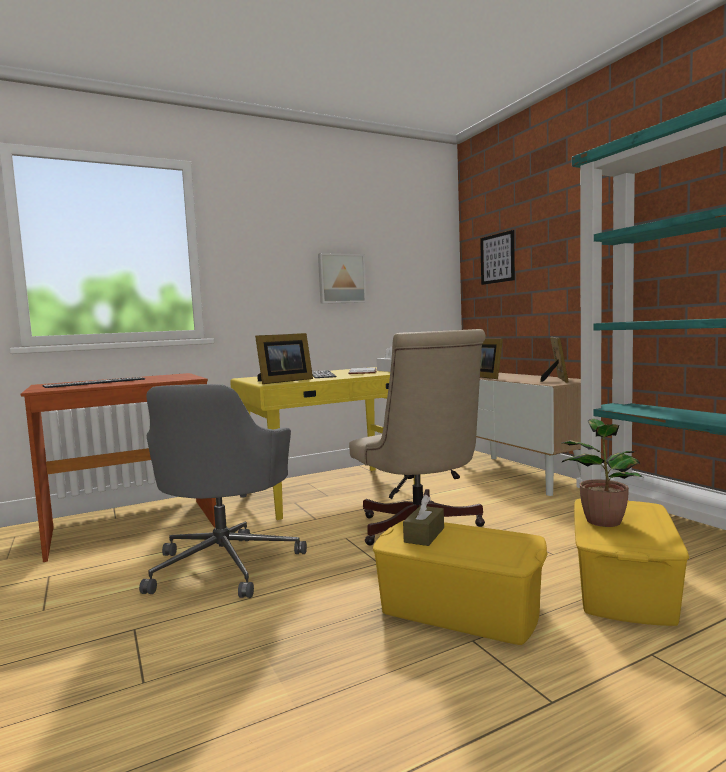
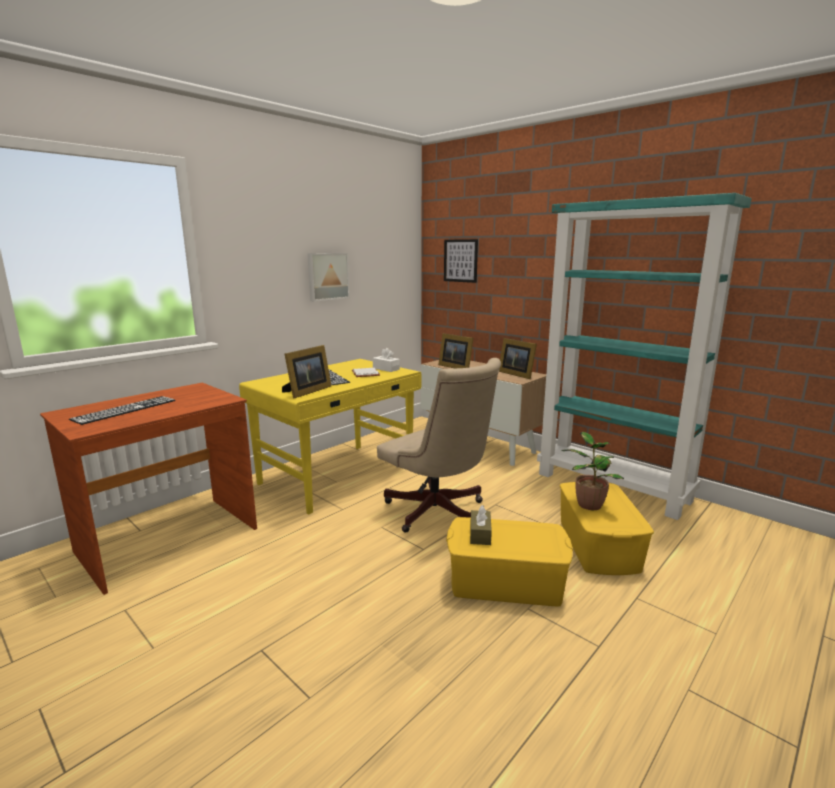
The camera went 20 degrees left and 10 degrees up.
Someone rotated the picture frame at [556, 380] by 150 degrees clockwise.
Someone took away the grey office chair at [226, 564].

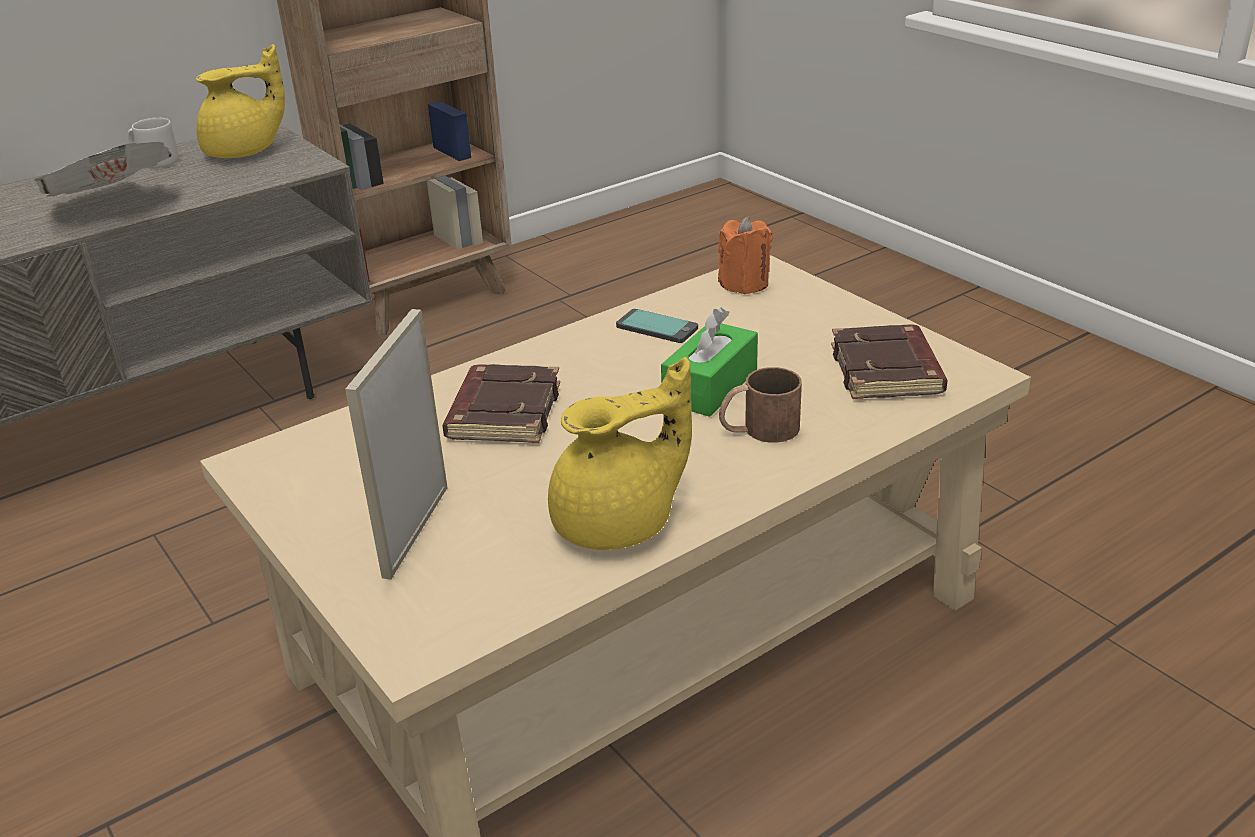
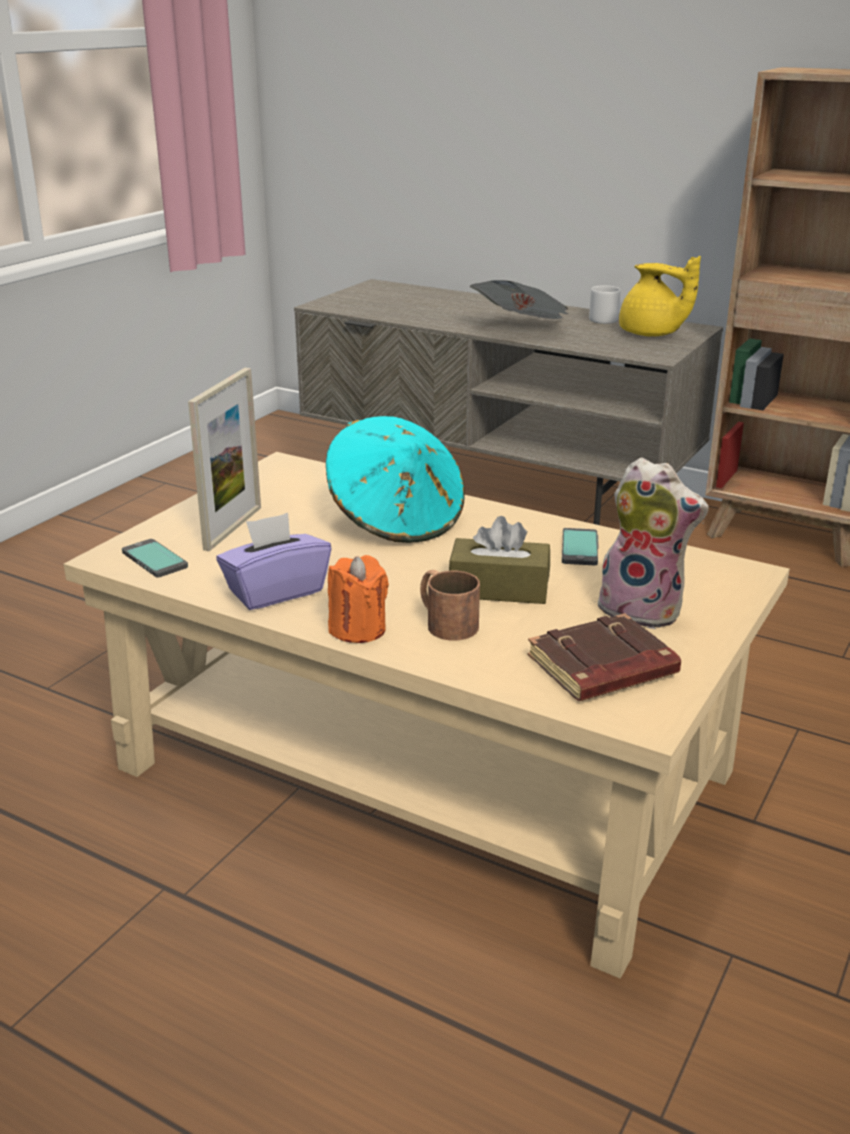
The camera went 65 degrees right and 5 degrees down.
Someone carried the orange candle from [744, 283] to [358, 629].
Someone repainted the green tissue box at [710, 386], which became the brown tissue box at [499, 589].
Someone rotated the picture frame at [416, 530] by 120 degrees clockwise.
Someone swapped the yellow teapot at [619, 524] for the purple tissue box at [275, 591].
Someone swapped the brown book at [503, 412] for the turquoise hat at [396, 520].
Someone put down the plush toy at [643, 610].
Someone put down the phone at [154, 560].

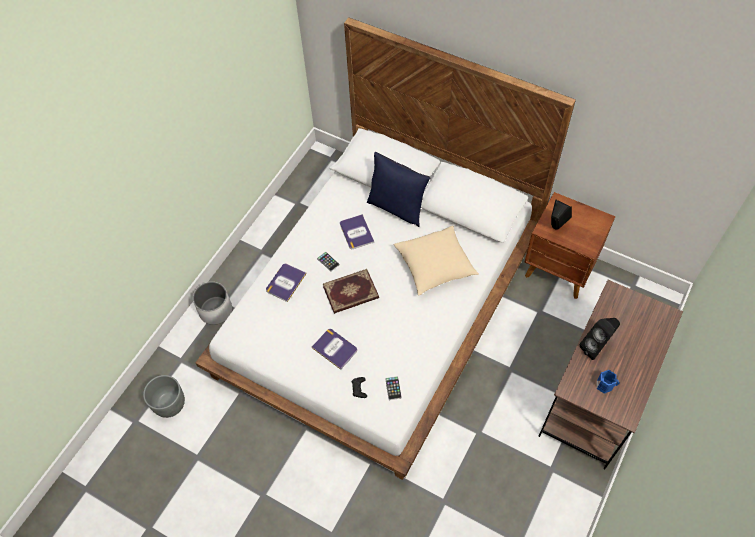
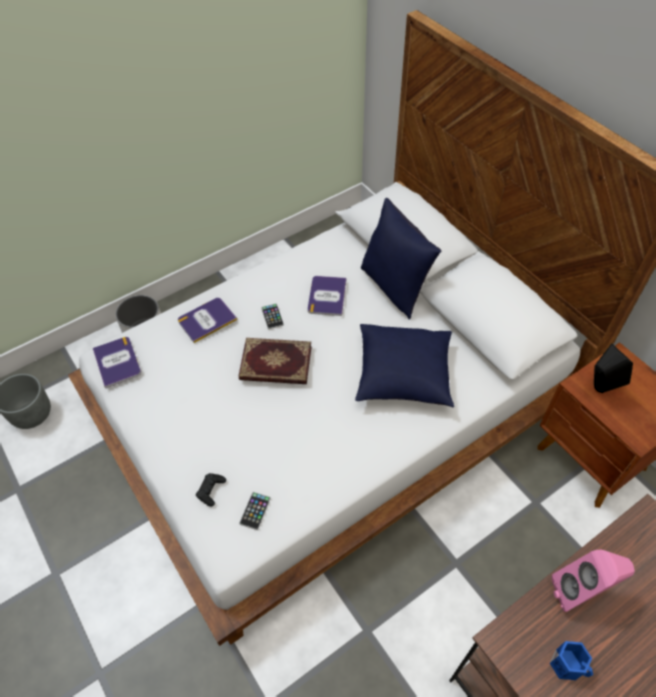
The camera went 25 degrees right and 5 degrees down.
Someone repainted the beige pillow at [435, 267], which became the blue pillow at [403, 376].
Someone repainted the black speaker at [596, 347], which became the pink speaker at [580, 592].
Someone carried the book from [335, 348] to [117, 362].

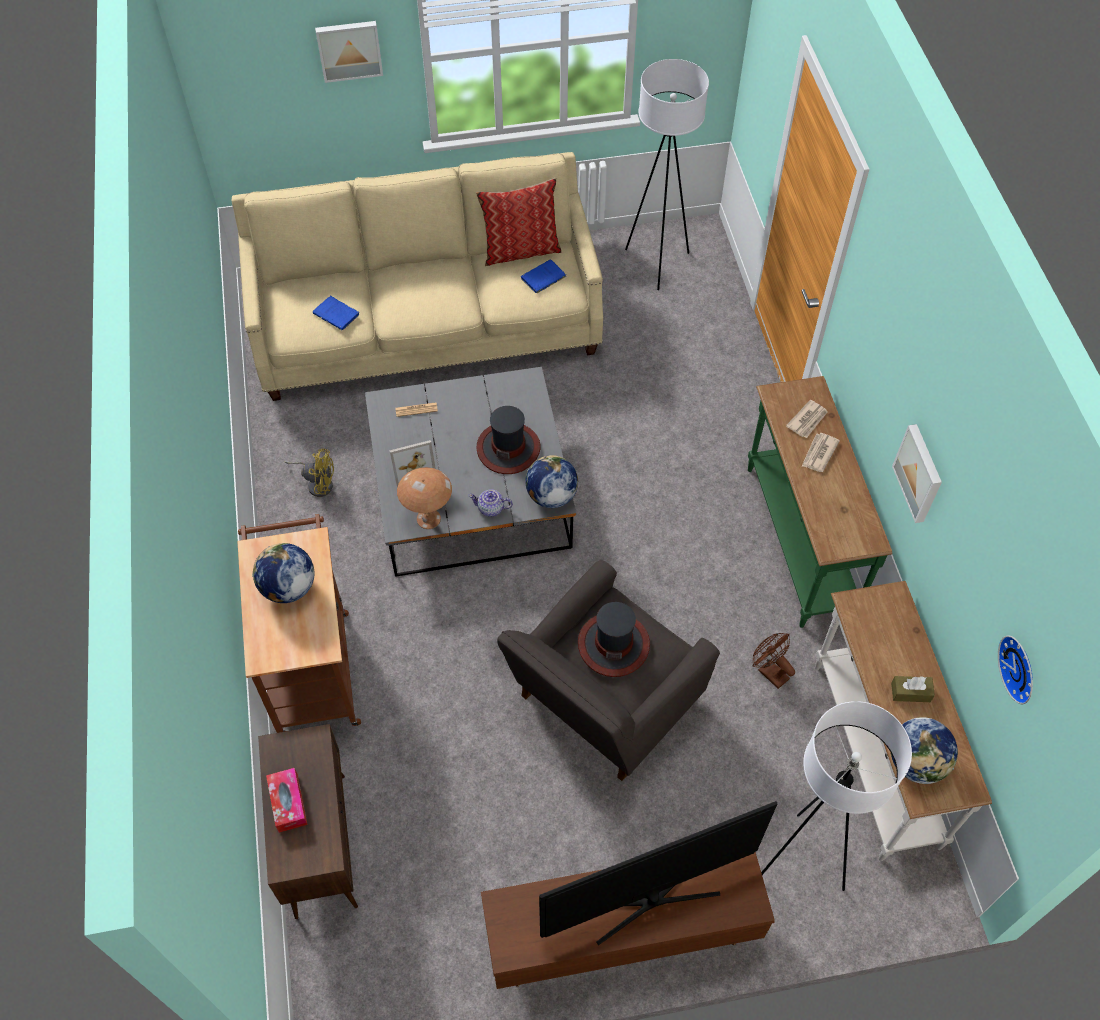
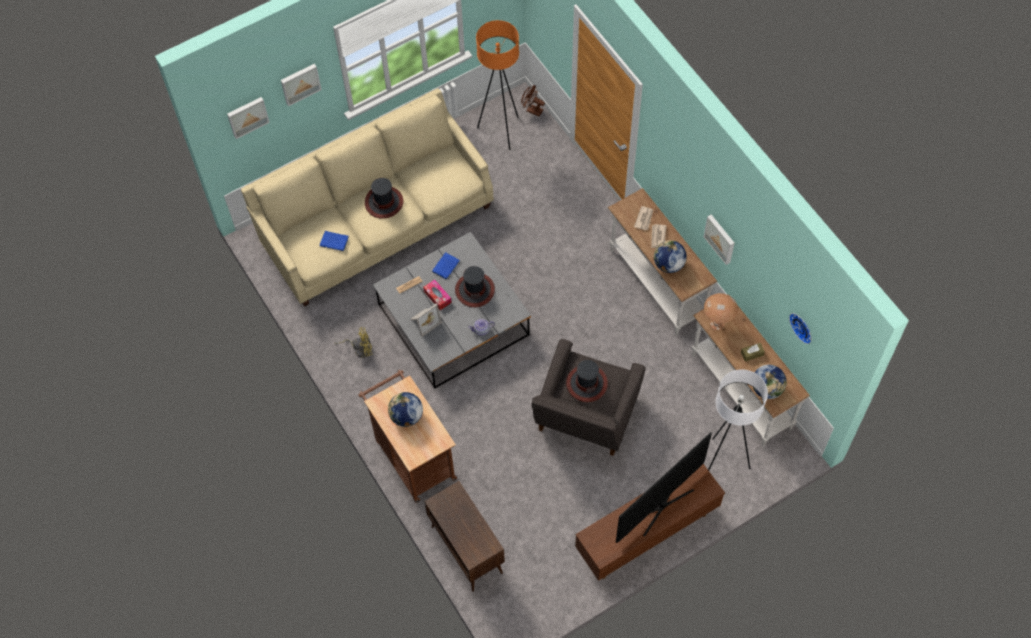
The camera went 20 degrees left and 5 degrees up.
Someone repainted the white floor lamp at [656, 263], which became the orange floor lamp at [501, 131].
Someone took away the pillow at [520, 250].
Someone carried the blue book from [542, 278] to [445, 267].
Someone repainted the green console table at [797, 541], which became the white console table at [655, 285].
Someone carried the globe from [551, 496] to [668, 264].
Someone carried the brown table lamp from [428, 519] to [717, 324].
Someone carried the brown fan from [769, 671] to [532, 110].
Someone carried the tissue box from [288, 803] to [437, 297].
Someone put up the picture at [247, 116].
Someone put down the hat at [384, 202].

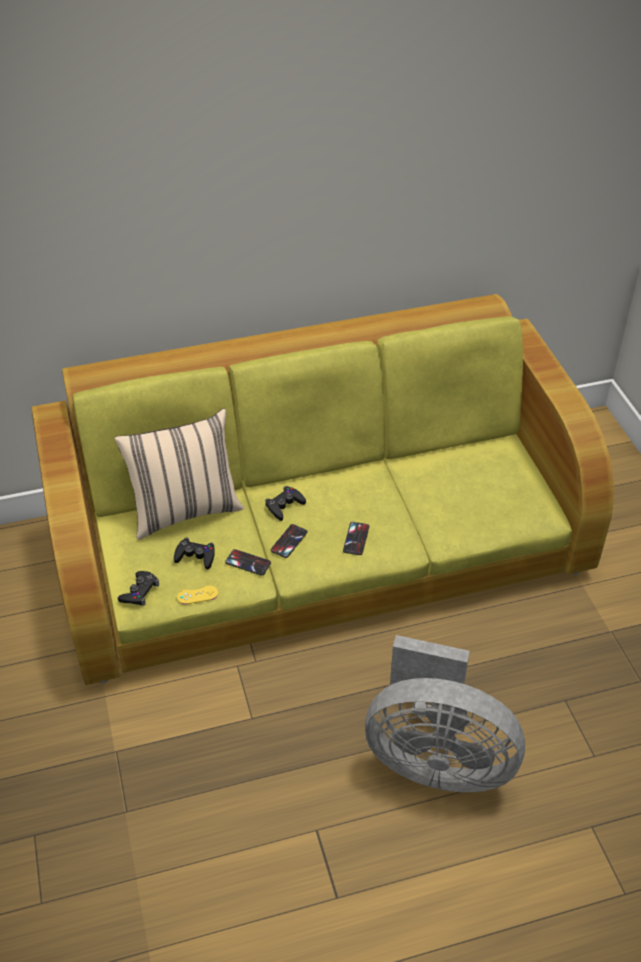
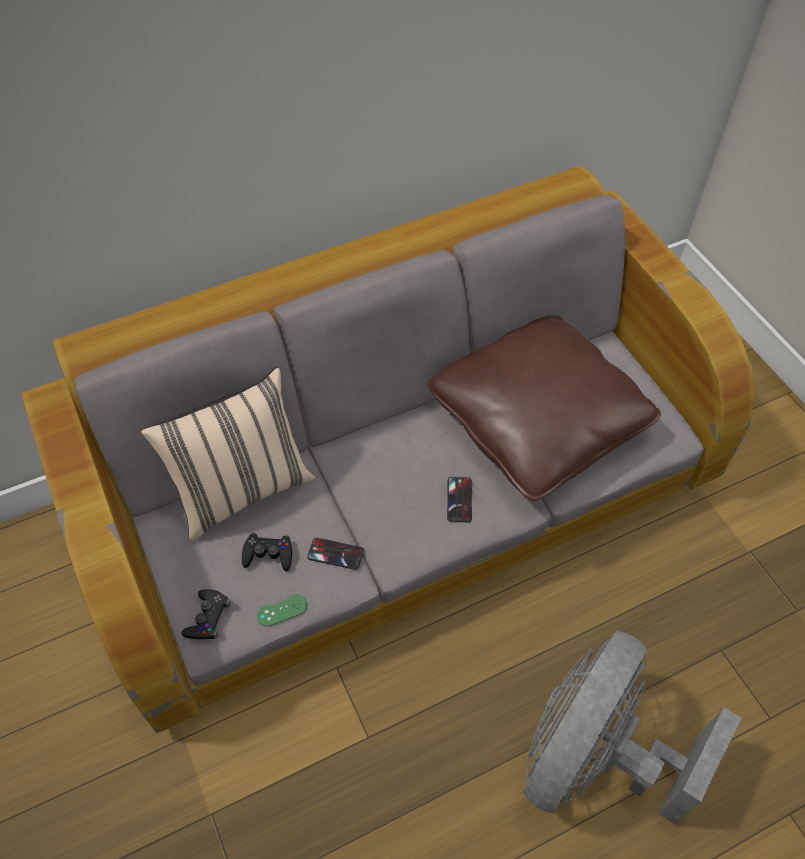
The camera went 10 degrees left and 10 degrees up.
Someone repainted the green sofa at [321, 547], which became the grey sofa at [404, 492].
Someone took away the black game controller at [284, 506].
Someone took away the phone at [289, 541].
Someone repainted the yellow game controller at [197, 595], which became the green game controller at [282, 610].
Someone rotated the grey fan at [435, 759] by 120 degrees clockwise.
Someone put down the brown pillow at [537, 421].

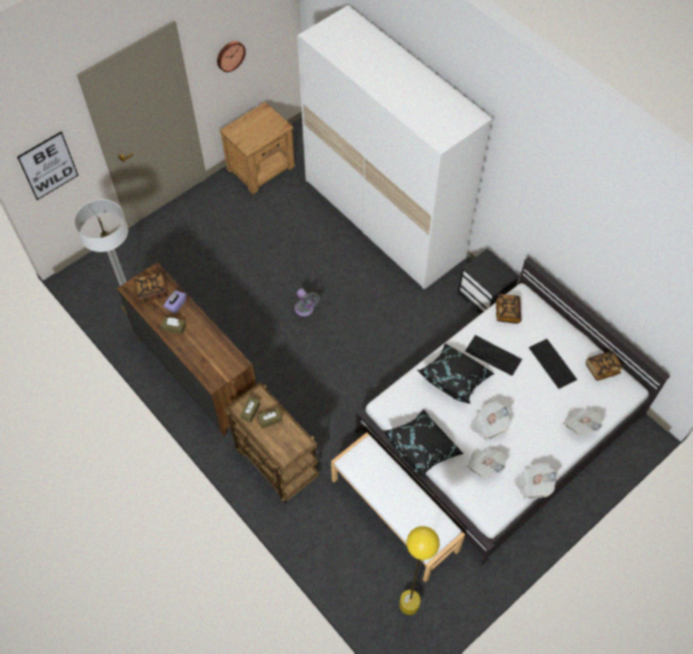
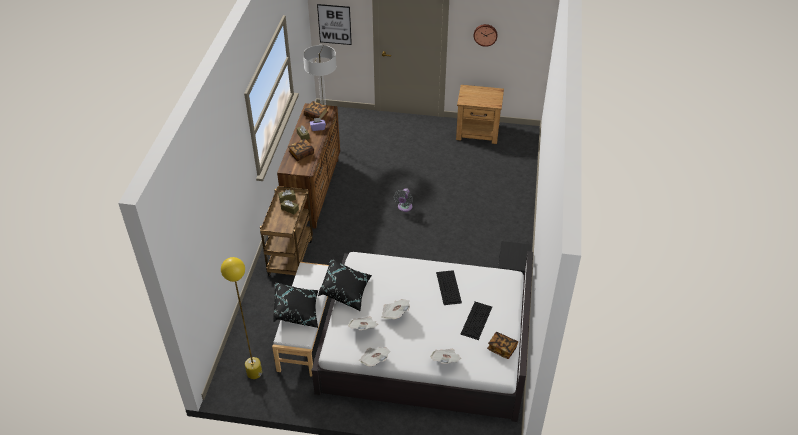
The camera went 50 degrees right and 15 degrees down.
Someone took away the white wardrobe at [384, 219].
Someone carried the book from [507, 312] to [301, 154].
Someone carried the black pillow from [455, 378] to [297, 312].

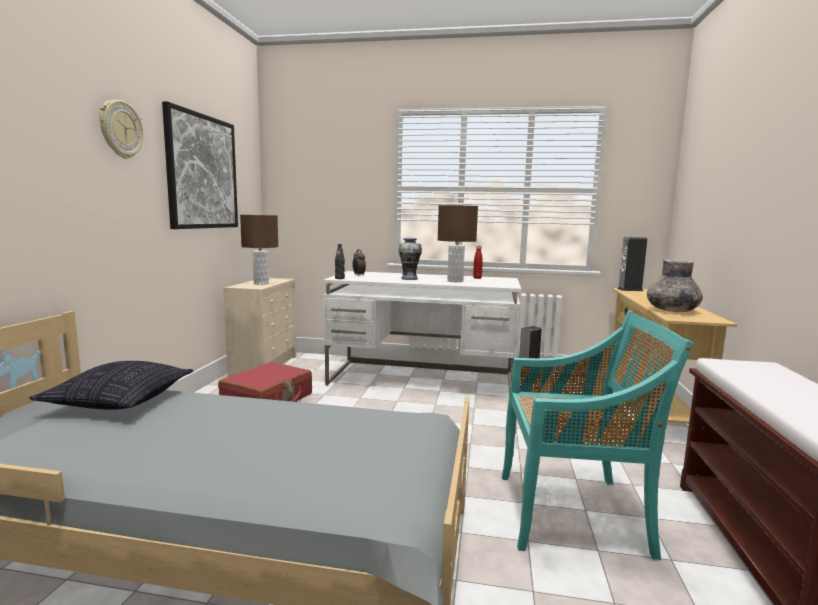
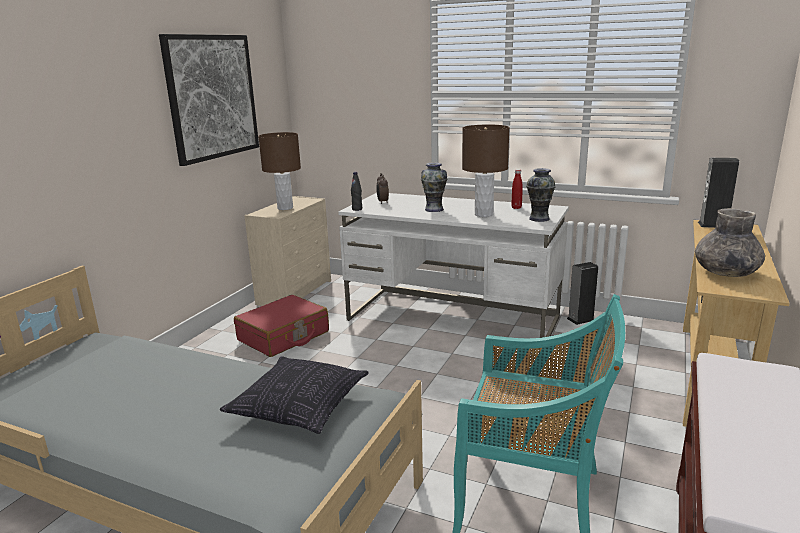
The camera went 15 degrees right and 10 degrees up.
Someone took away the wall clock at [120, 129].
Someone carried the pillow from [120, 401] to [300, 407].
Someone put down the vase at [539, 219].

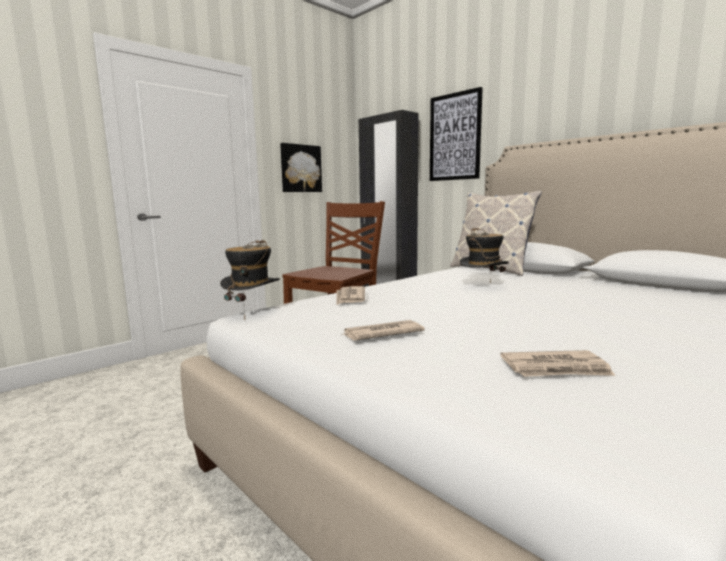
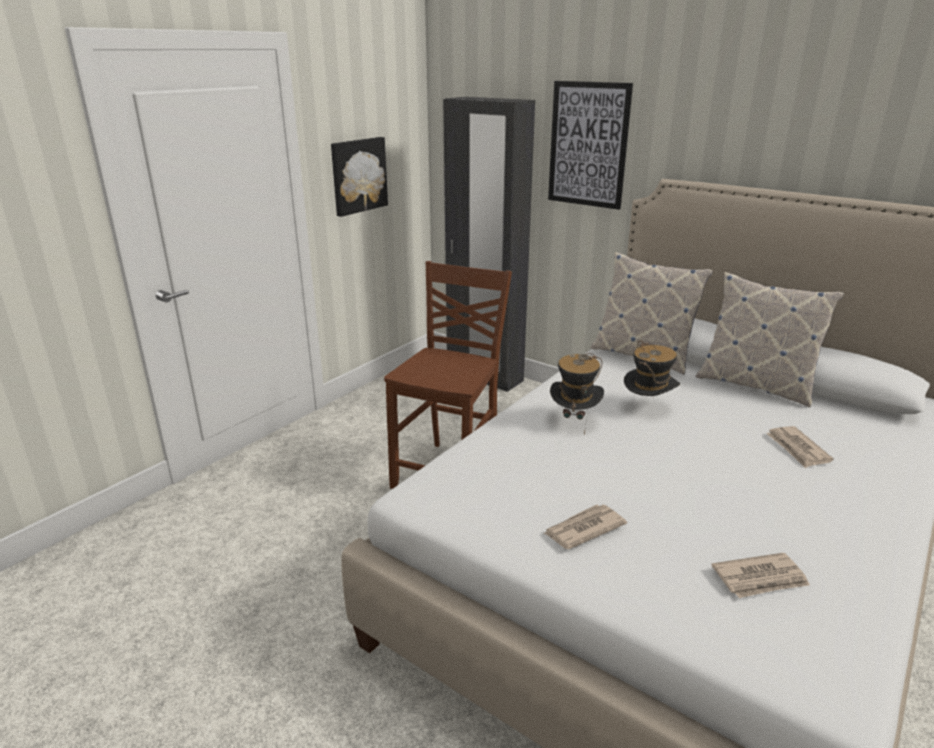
The camera went 10 degrees left and 15 degrees up.
Someone carried the hat from [252, 312] to [574, 420].
Someone carried the newspaper from [350, 298] to [797, 449].
Someone put down the pillow at [755, 385].

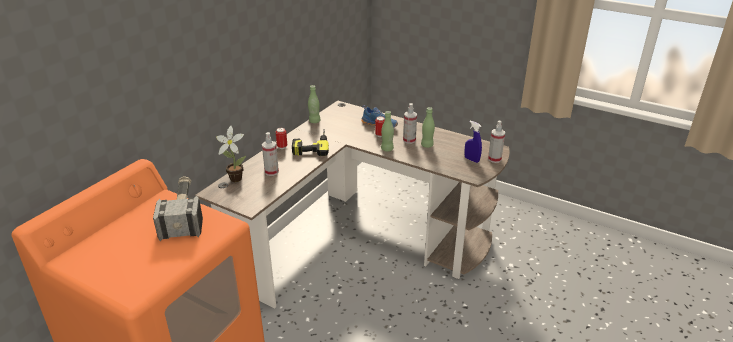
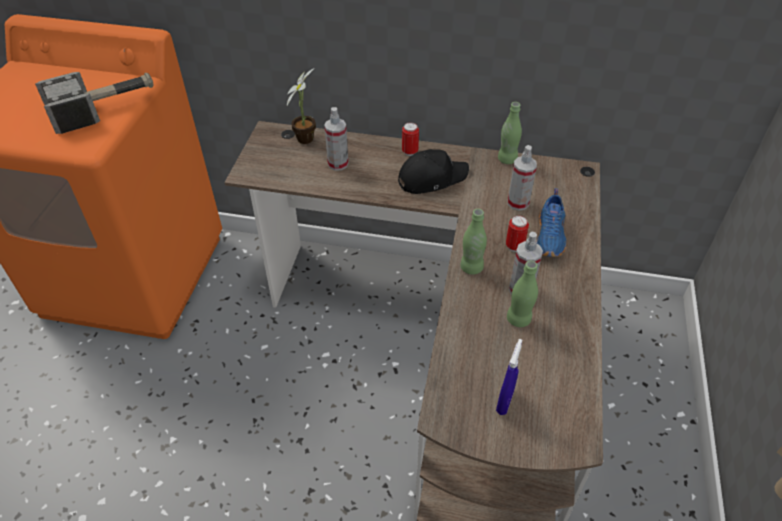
The camera went 70 degrees right and 15 degrees up.
Someone carried the spray bottle from [494, 159] to [518, 203].
Someone swapped the power drill at [311, 145] for the black cap at [431, 178].

